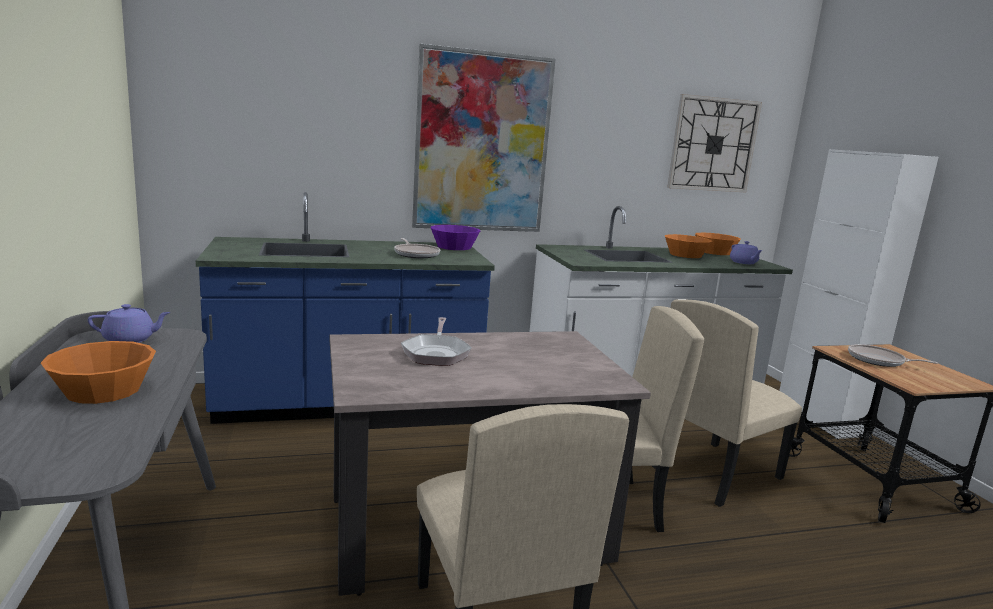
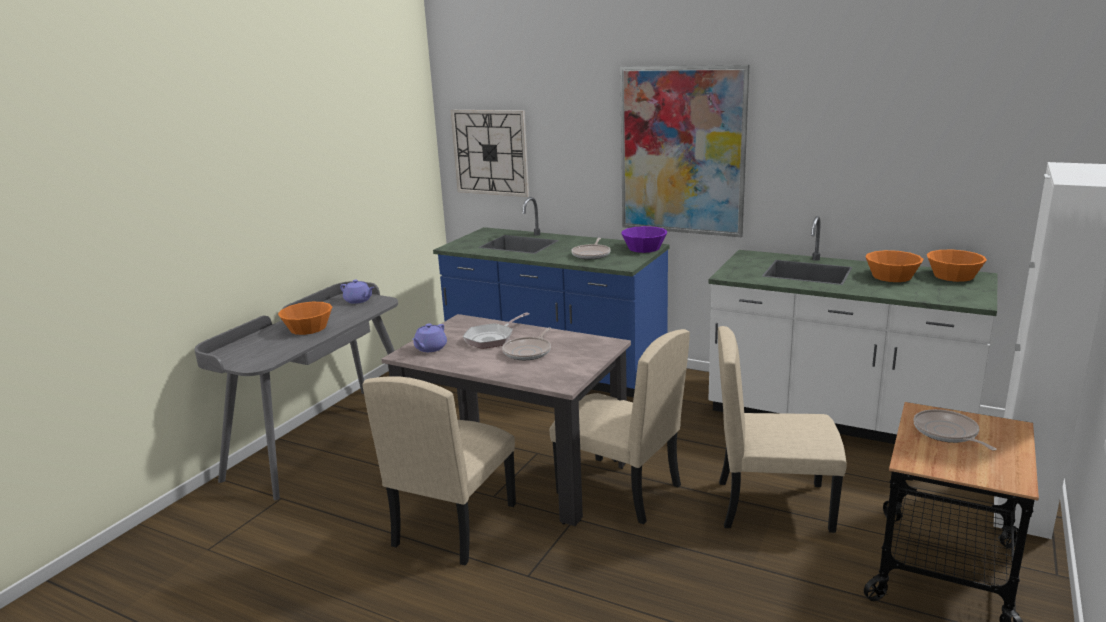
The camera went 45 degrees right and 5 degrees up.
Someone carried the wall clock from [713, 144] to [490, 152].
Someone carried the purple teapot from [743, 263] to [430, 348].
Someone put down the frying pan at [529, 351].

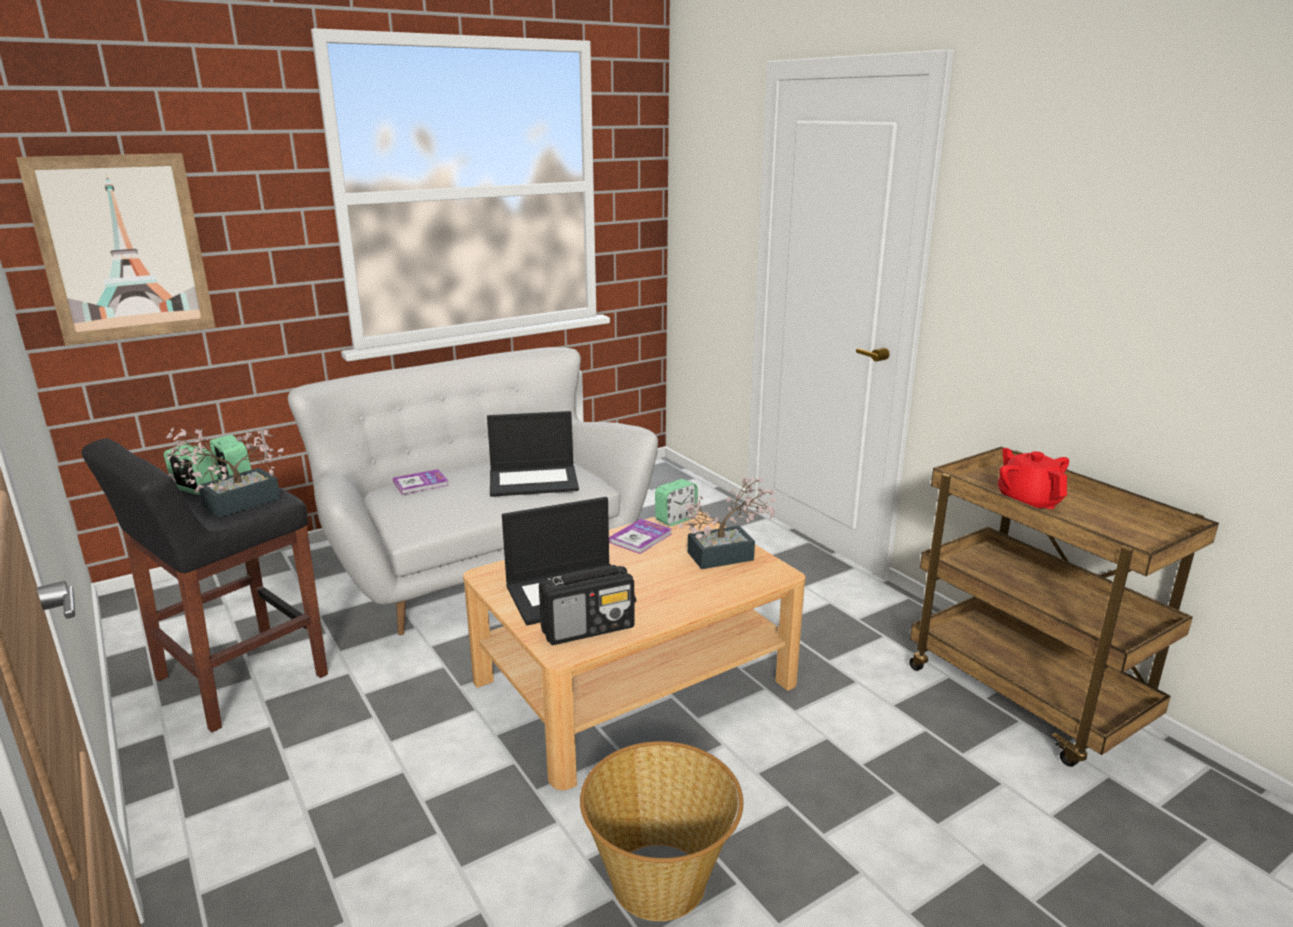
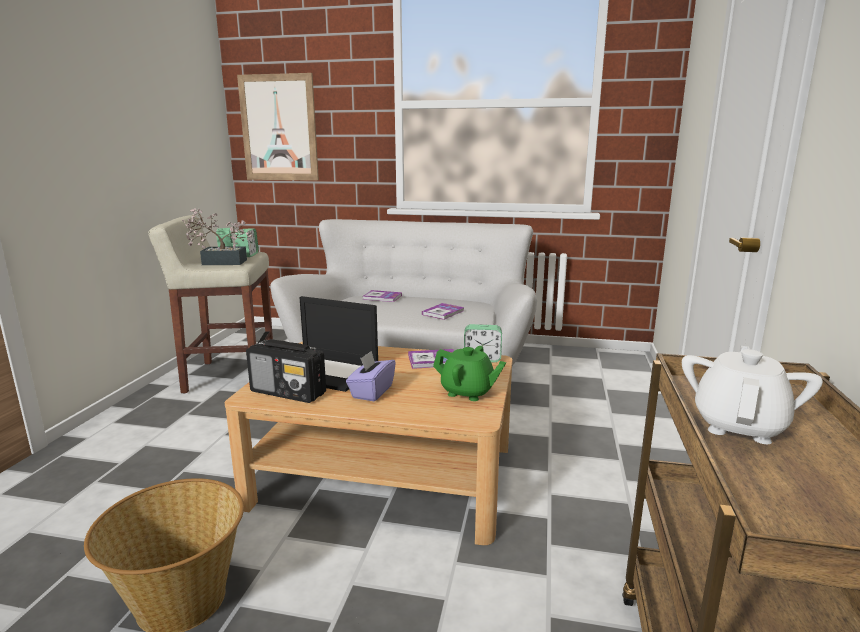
The camera went 45 degrees right and 5 degrees down.
Someone swapped the laptop at [534, 480] for the book at [443, 312].
Someone repainted the black stool at [239, 678], which became the beige stool at [229, 376].
Someone repainted the red teapot at [1028, 502], which became the white teapot at [739, 426].
Someone swapped the potted plant at [728, 555] for the green teapot at [467, 392].
Someone put down the purple tissue box at [371, 392].

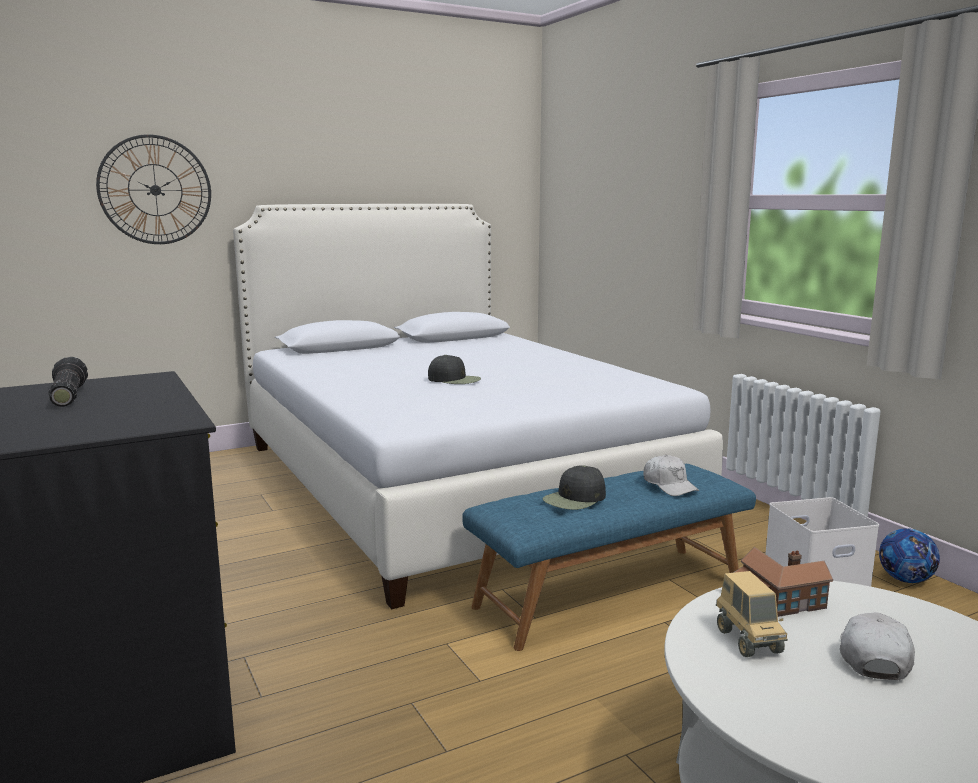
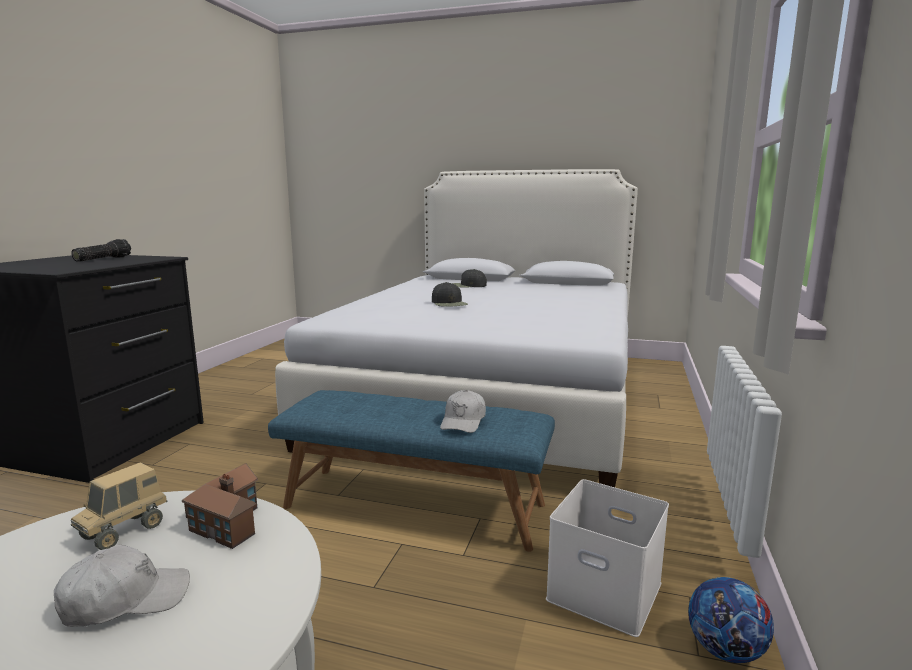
The camera went 45 degrees right and 0 degrees up.
Someone took away the wall clock at [155, 190].
Someone carried the black cap from [575, 499] to [467, 285].

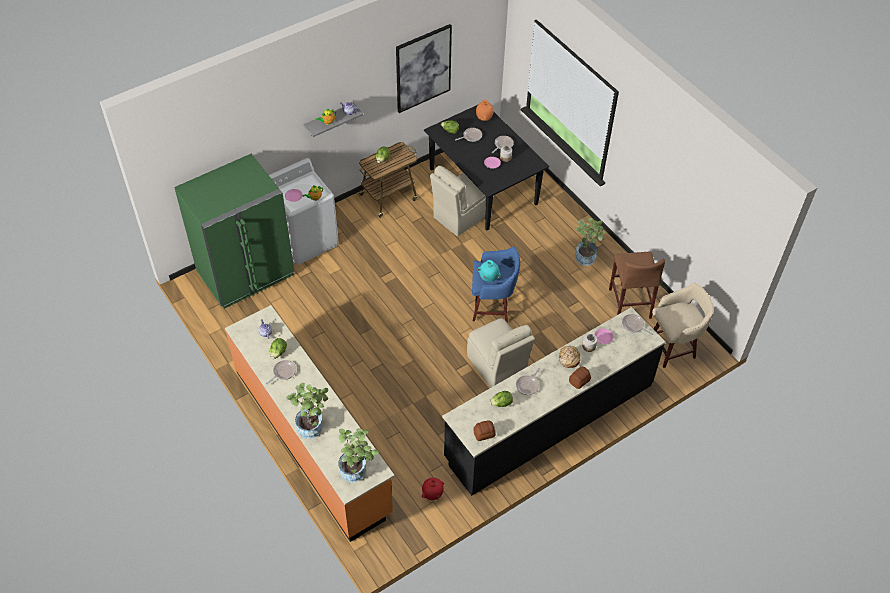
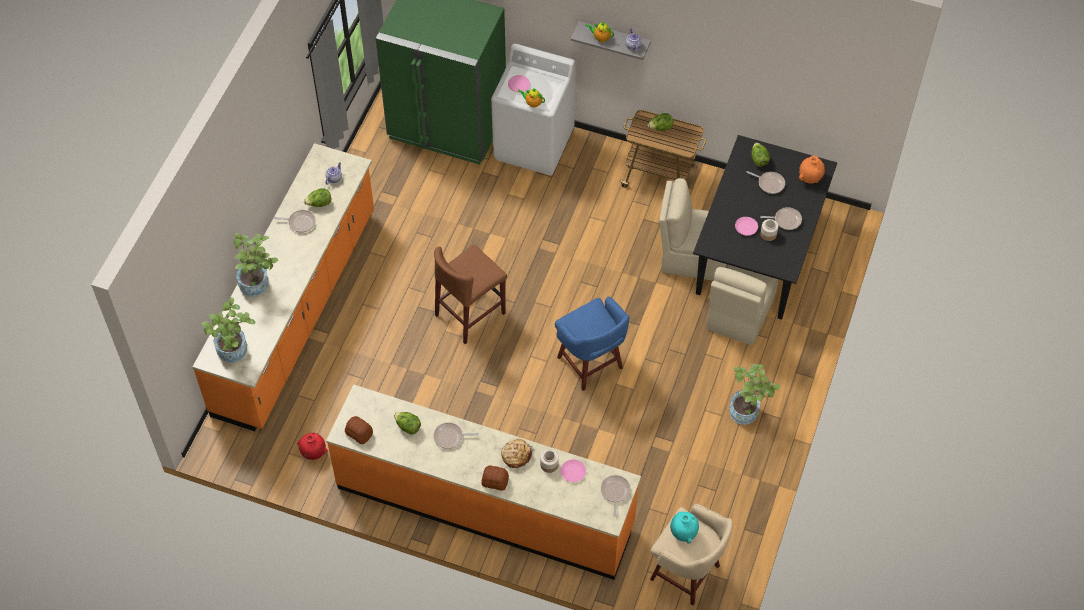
The camera went 55 degrees right and 5 degrees up.
Someone took away the picture at [423, 68].
Someone carried the brown stool from [629, 303] to [470, 314].
Someone carried the turquoise vase from [488, 278] to [683, 533].
Someone repainted the black counter at [549, 420], which became the orange counter at [485, 505].
Someone carried the beige chair from [497, 367] to [739, 314].

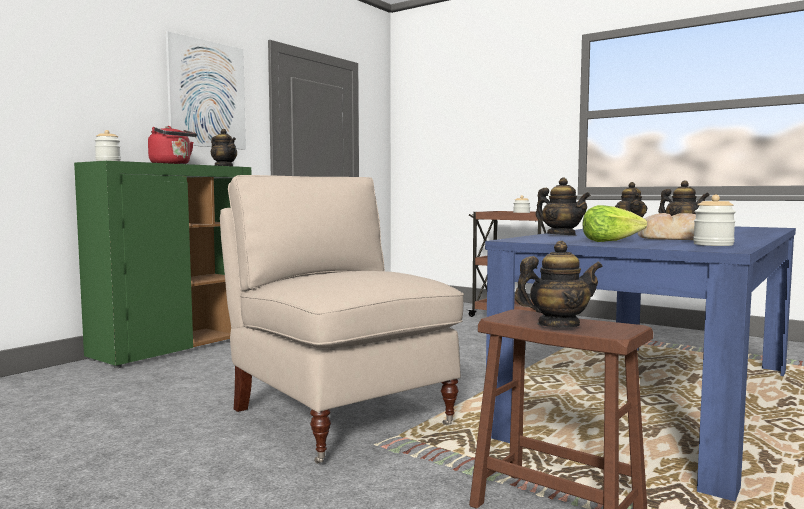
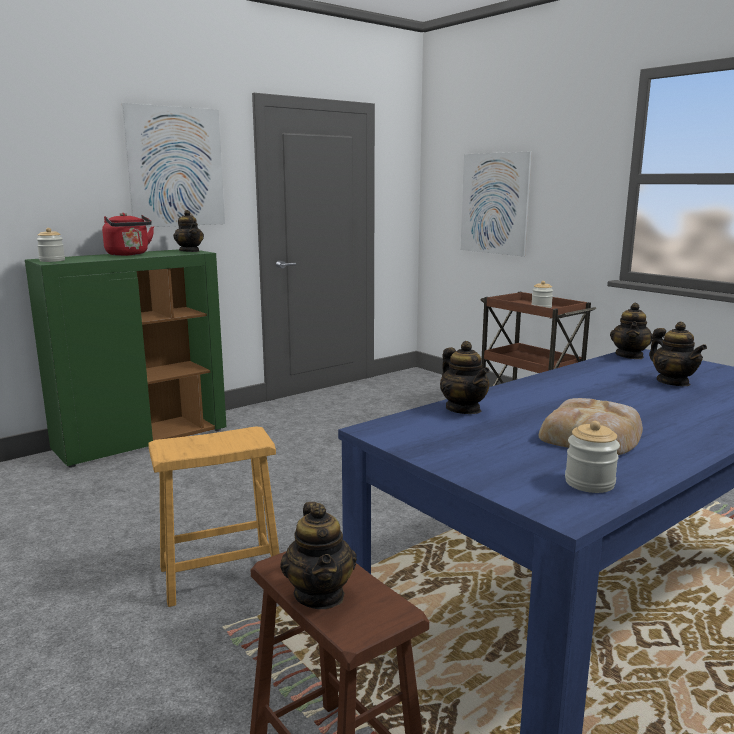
The camera went 15 degrees right and 10 degrees up.
Someone swapped the beige chair at [339, 416] for the brown stool at [220, 574].
Someone took away the lettuce at [610, 241].
Someone rotated the teapot at [557, 325] by 75 degrees clockwise.
Someone put up the picture at [494, 203].

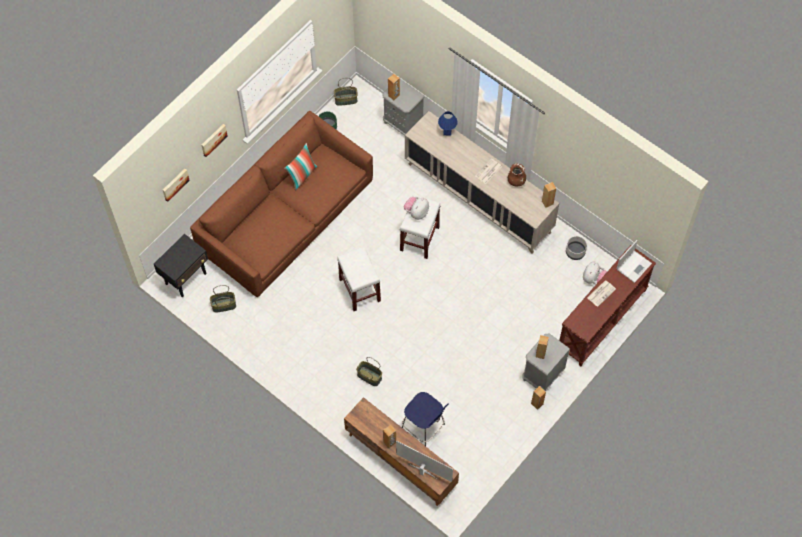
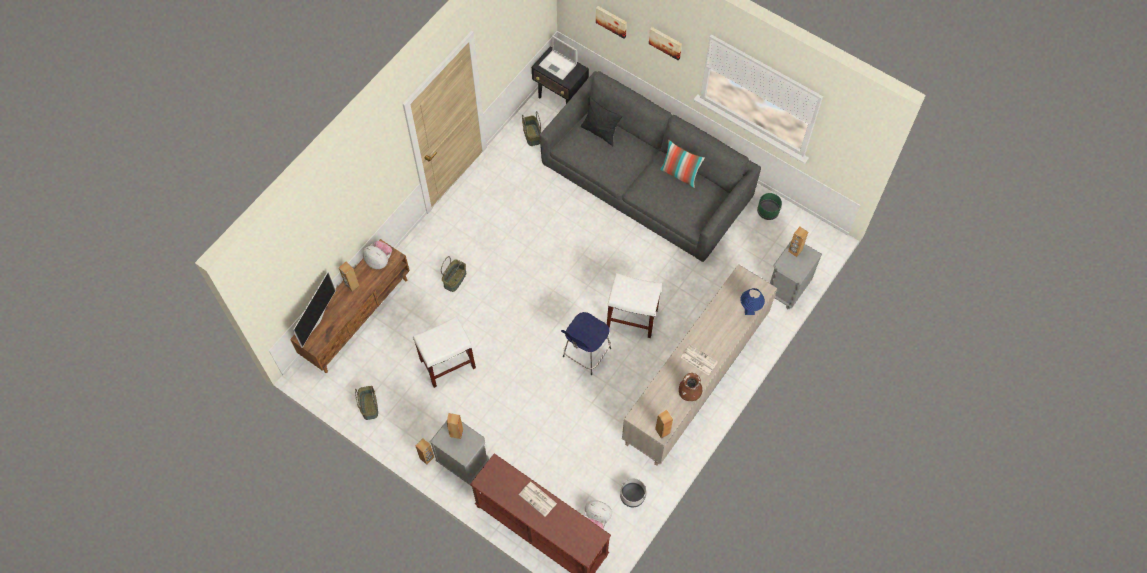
The camera went 85 degrees right and 0 degrees up.
Someone carried the basket from [345, 100] to [369, 406].
Someone repainted the brown sofa at [286, 215], which became the grey sofa at [646, 181].
Someone carried the plush toy from [416, 212] to [379, 260].
Someone carried the laptop from [634, 266] to [558, 65].
Someone carried the white stool from [359, 290] to [448, 363].
Someone carried the blue stool from [424, 427] to [585, 354].
Someone put down the black pillow at [600, 132].

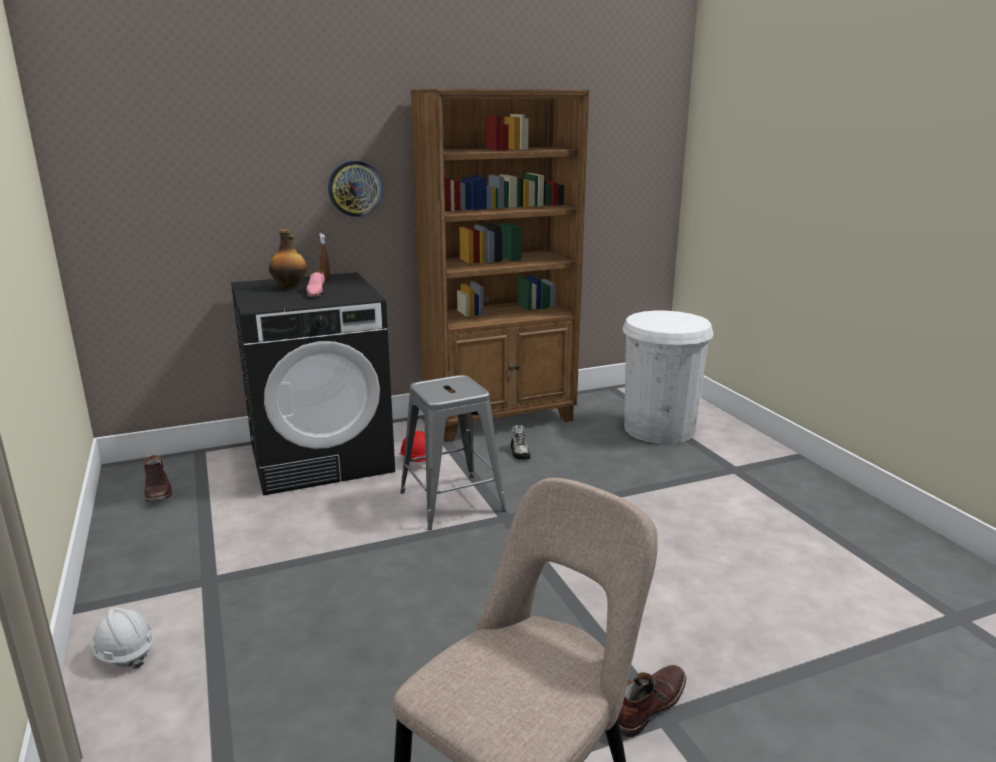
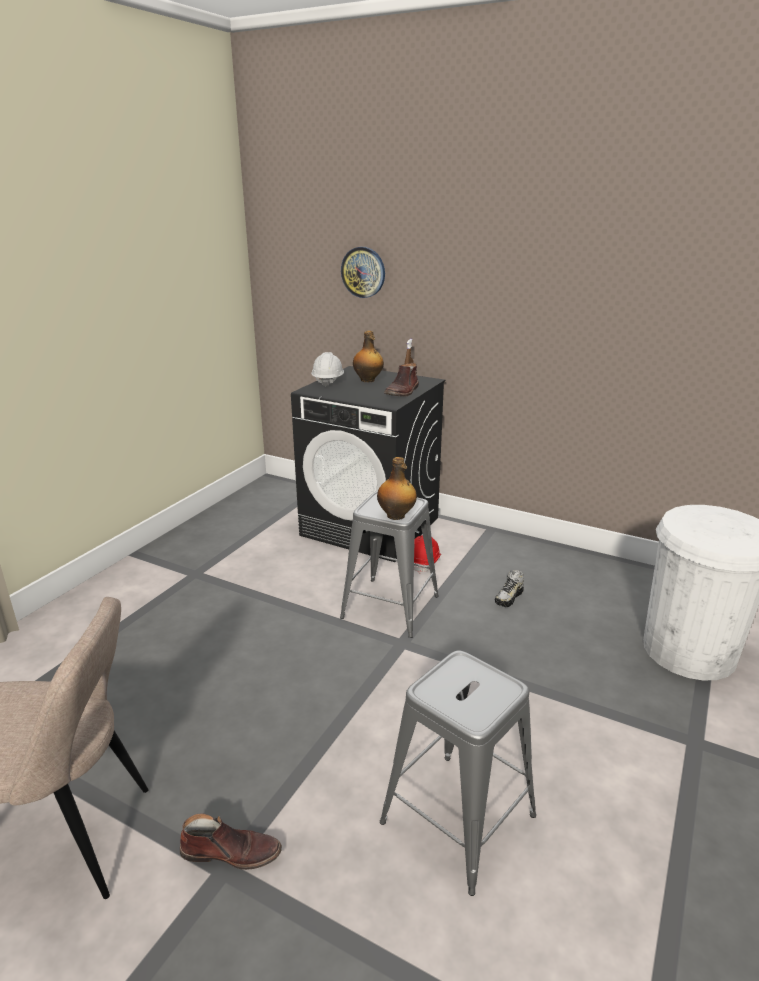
The camera went 50 degrees right and 5 degrees up.
Someone took away the brown bookcase at [500, 418].
Someone carried the wall clock from [355, 188] to [363, 272].
Someone took away the pink shoe at [316, 292].
Someone carried the brown boot from [158, 491] to [402, 392].
Someone carried the white hard hat from [124, 653] to [328, 381].
Someone put down the bottle at [396, 516].
Someone put down the grey stool at [458, 818].

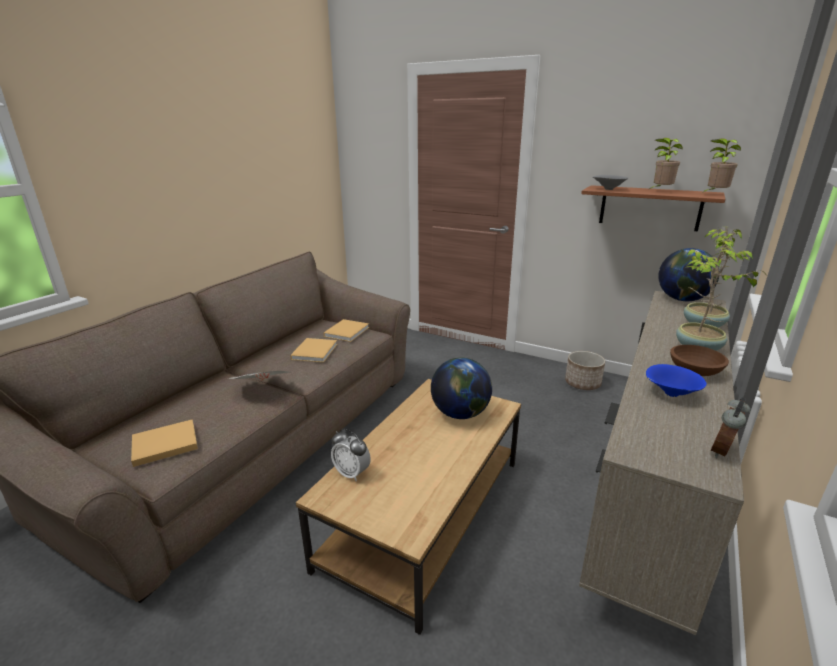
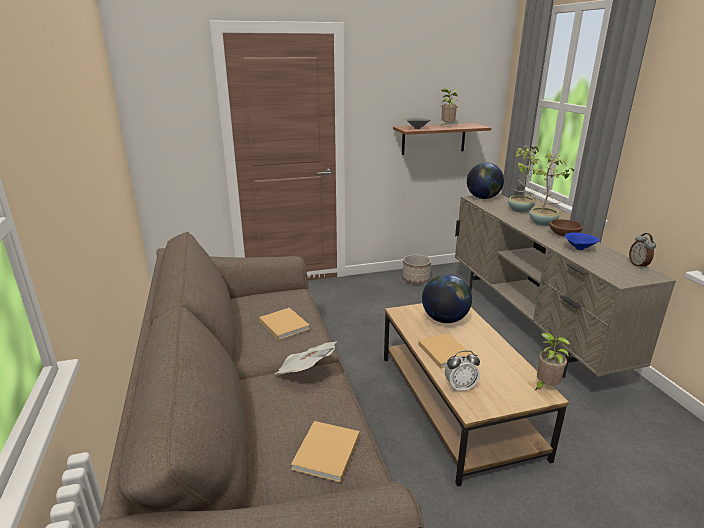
The camera went 45 degrees left and 0 degrees up.
Someone carried the potted plant from [714, 194] to [545, 386].
Someone carried the beige book from [347, 331] to [443, 351].

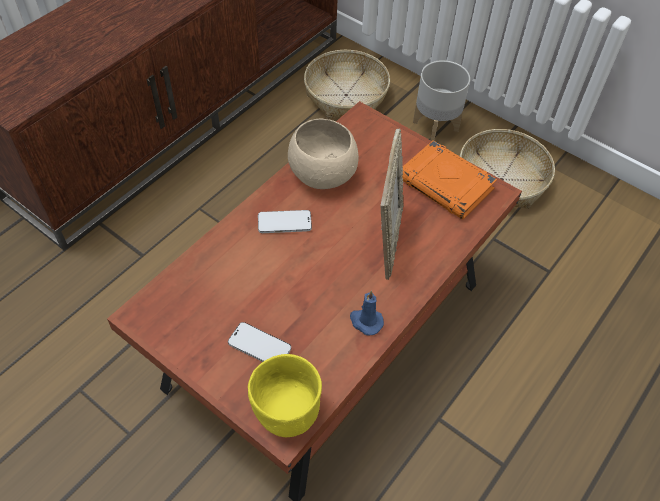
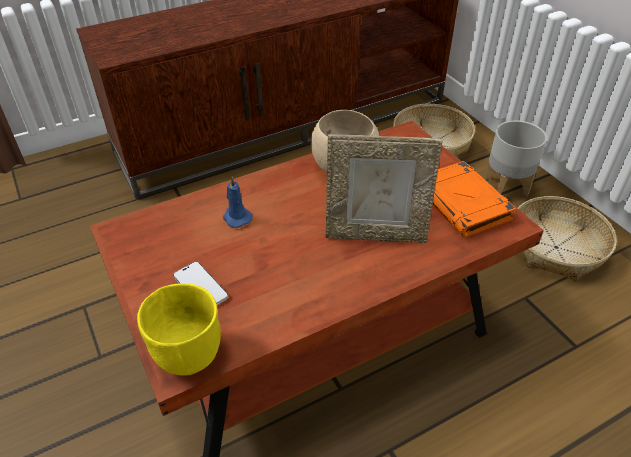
The camera went 25 degrees right and 10 degrees down.
Someone rotated the picture frame at [387, 240] by 60 degrees clockwise.
Someone took away the phone at [284, 223].
Someone carried the blue candle from [365, 321] to [236, 217].

